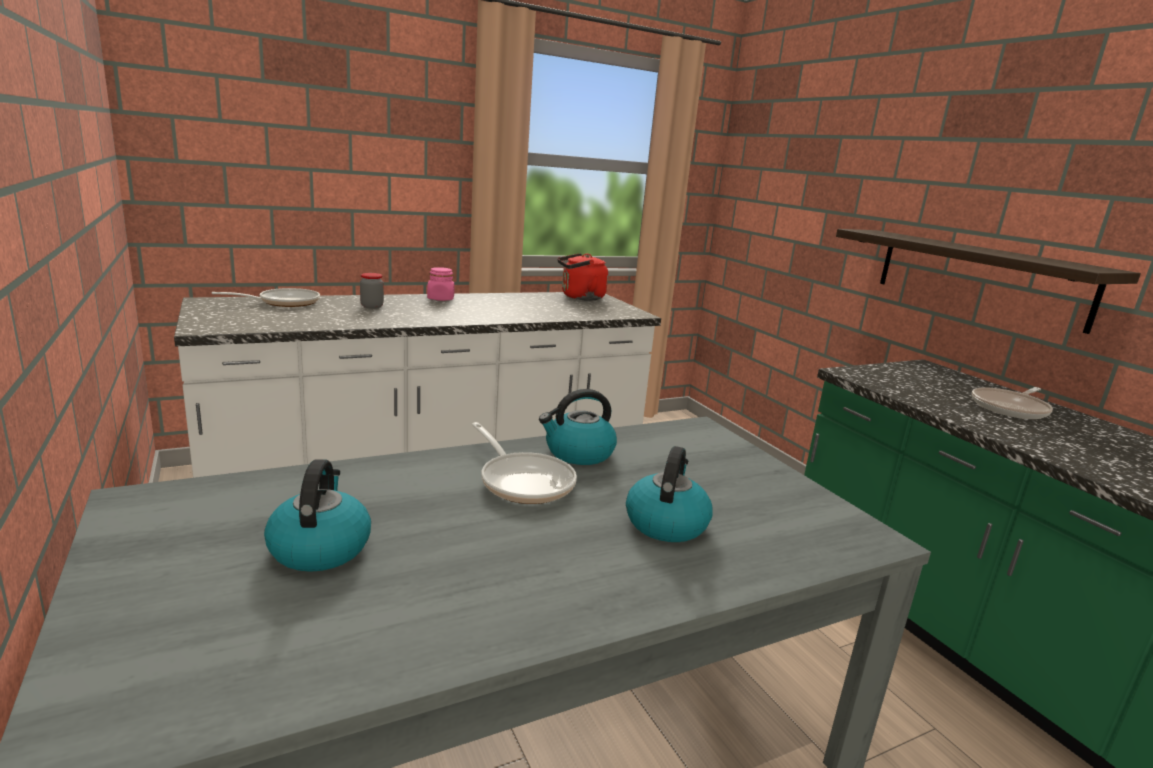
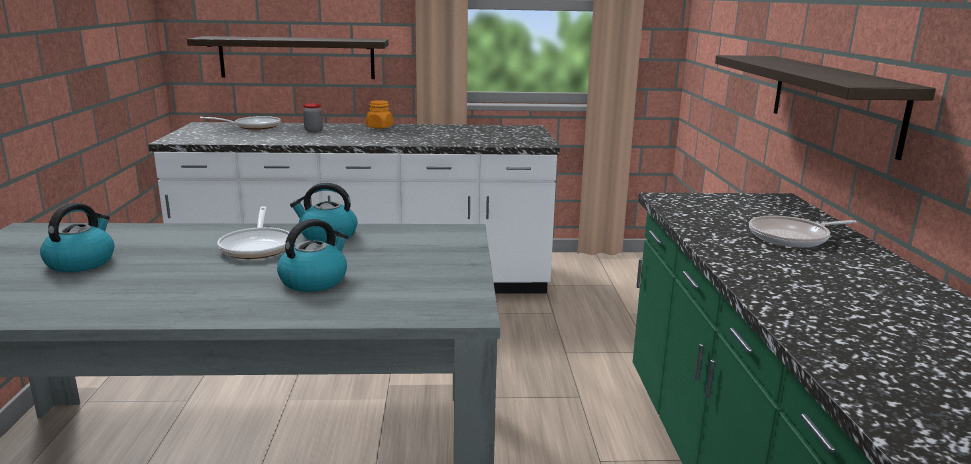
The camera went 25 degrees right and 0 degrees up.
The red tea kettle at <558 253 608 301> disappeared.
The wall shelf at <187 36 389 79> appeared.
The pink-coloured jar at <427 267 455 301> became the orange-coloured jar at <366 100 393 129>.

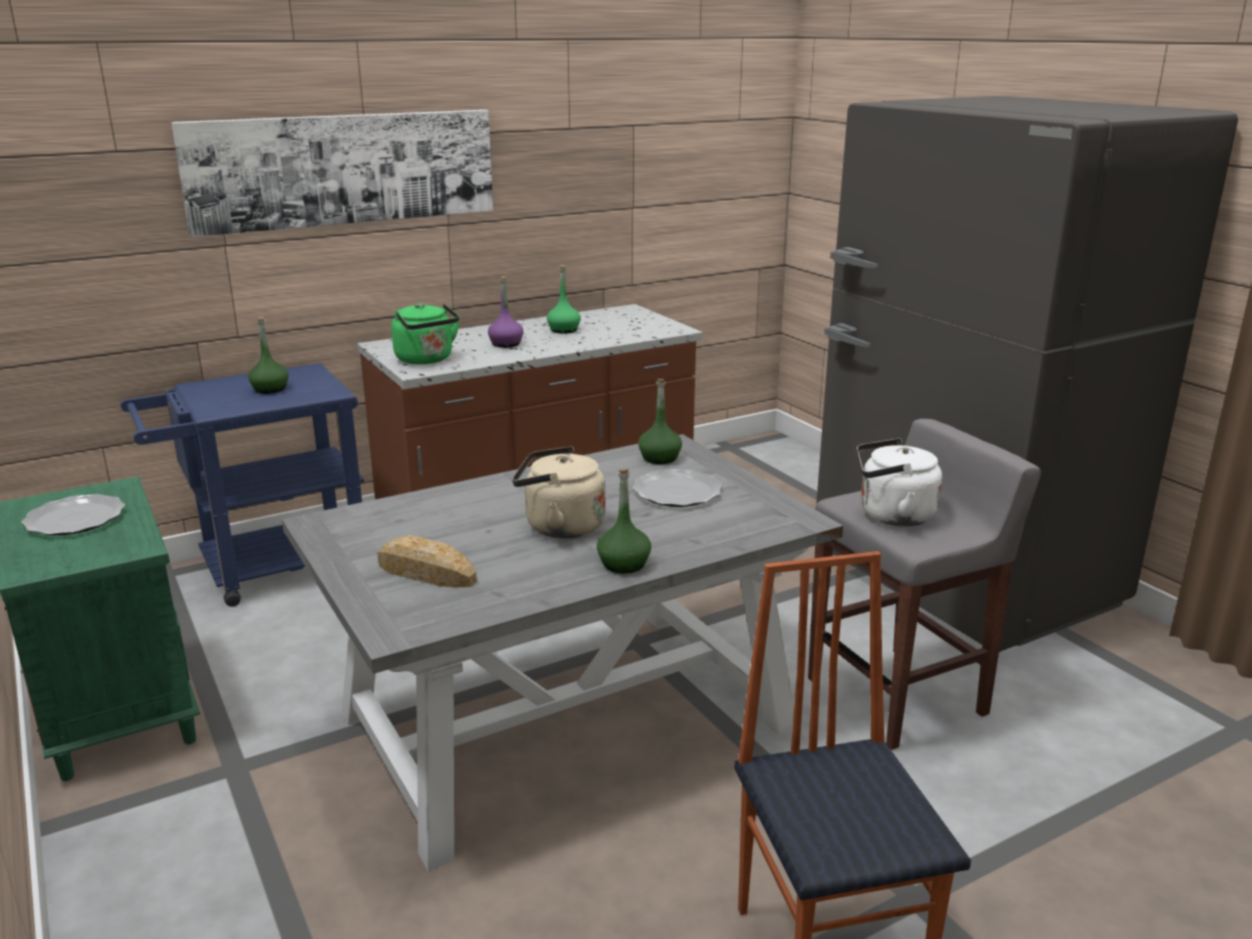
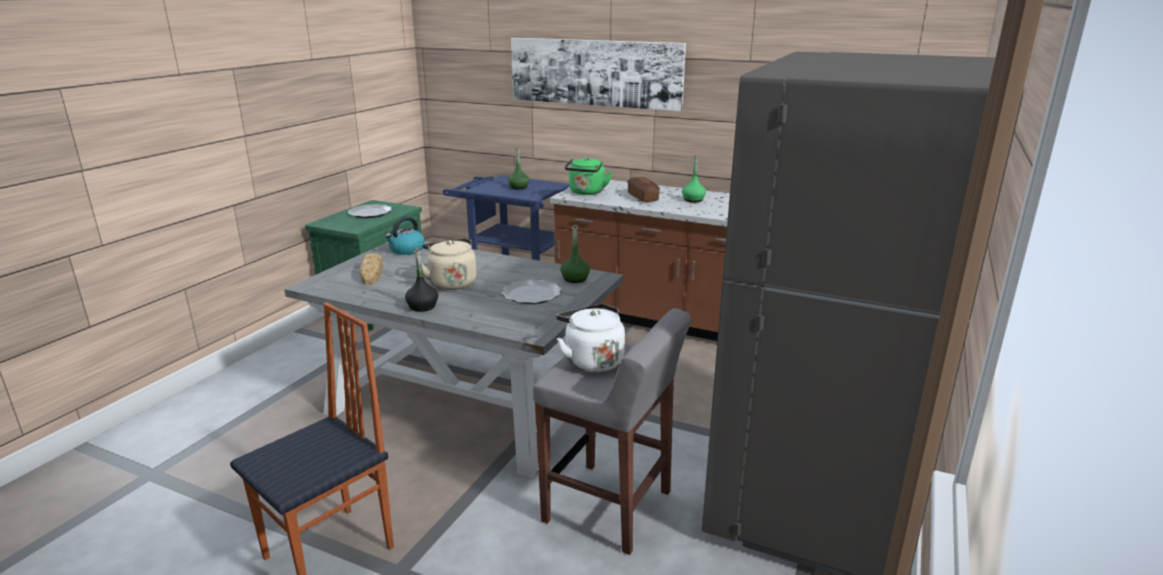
The camera went 55 degrees right and 0 degrees up.
The tea kettle at <385 217 425 255> appeared.
The purple-coloured beverage bottle at <488 276 524 348> was replaced by the baked bread at <627 177 660 202>.
The green-coloured beverage bottle at <597 468 651 574> became the blackish beverage bottle at <405 249 438 312>.

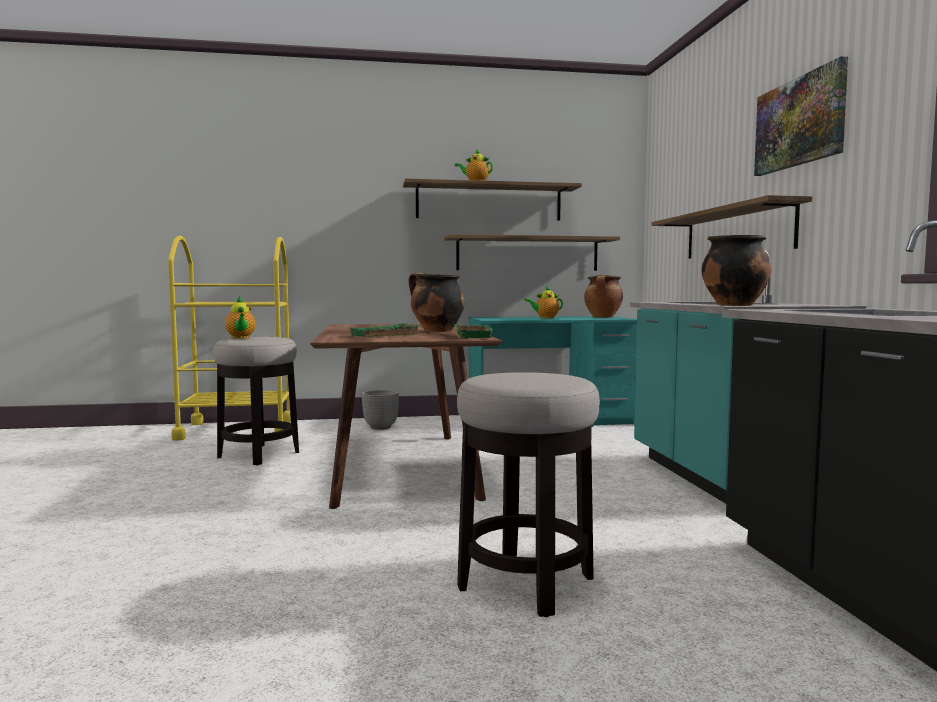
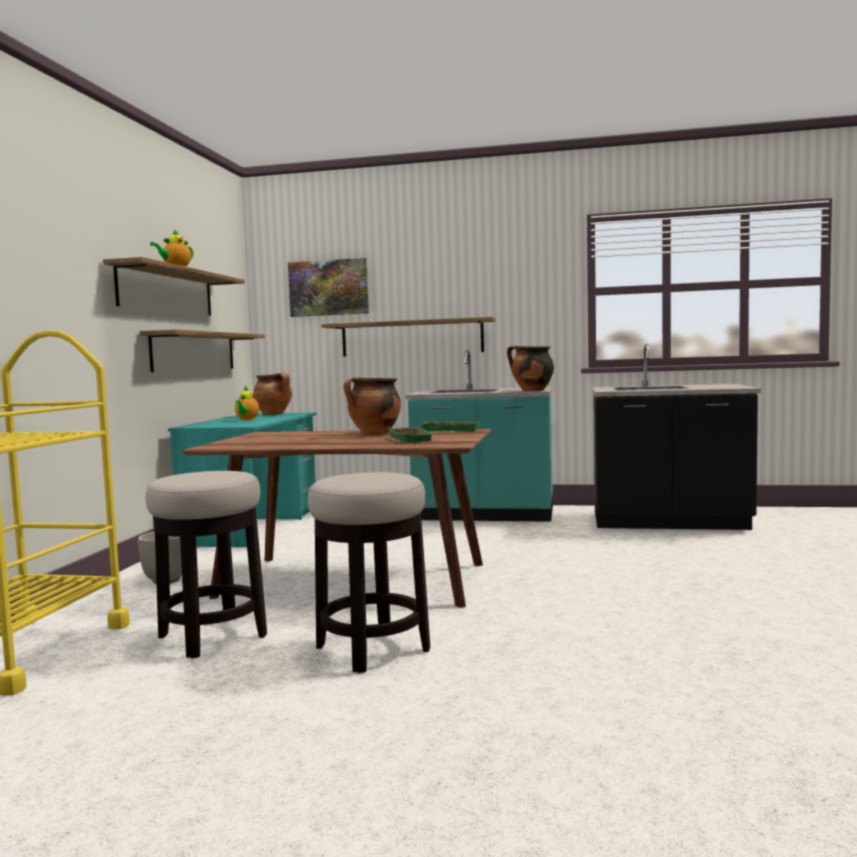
The camera went 70 degrees left and 0 degrees up.
The tea pot at <225 296 256 338> disappeared.
The stool seat moved from <457 372 600 617> to <308 472 430 673>.
The picture moved from <754 56 849 176> to <288 258 369 317>.

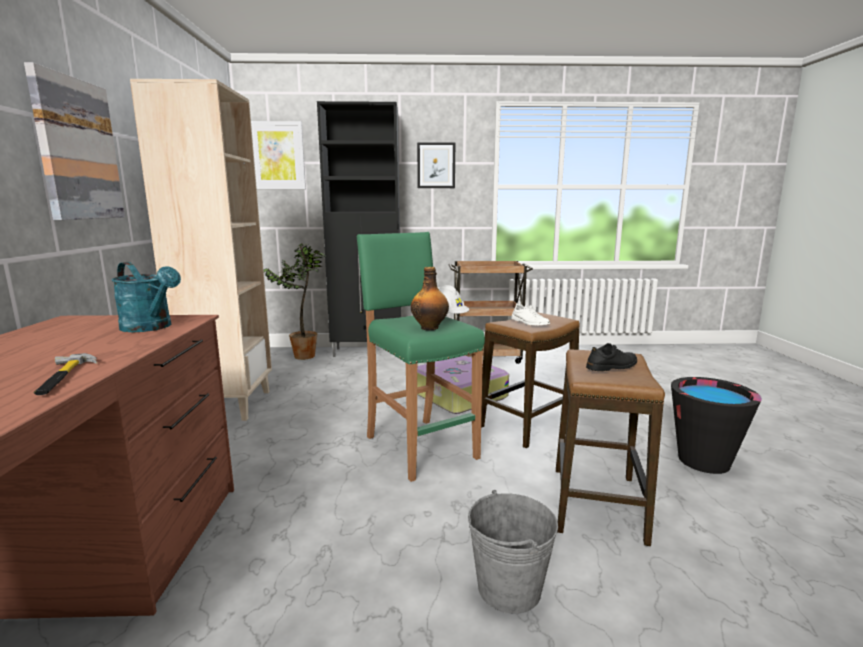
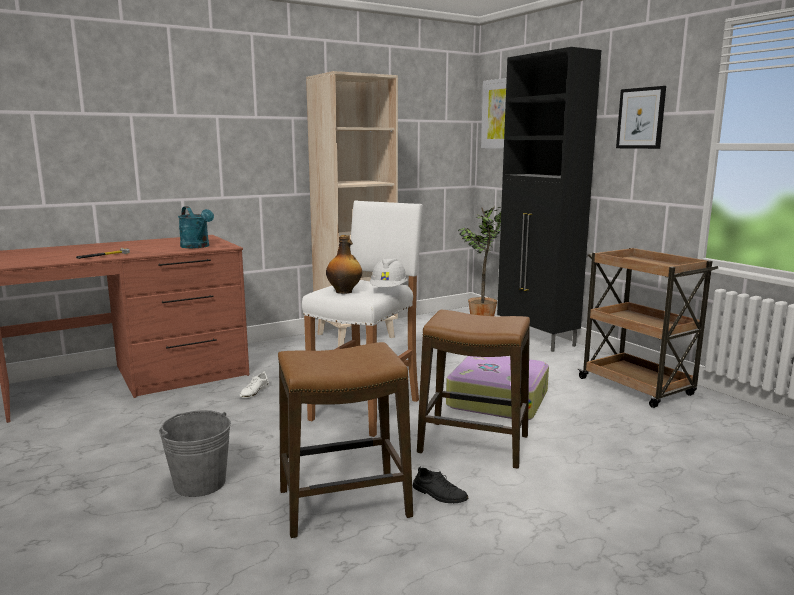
The camera went 60 degrees right and 0 degrees up.
The picture at <24 62 125 220> disappeared.
The blackish pail at <671 377 762 474> disappeared.
The white-coloured item of footwear moved from <511 303 550 325> to <240 371 269 398>.
The blackish item of footwear moved from <586 343 637 371> to <413 466 468 503>.
The green-coloured stool seat at <357 232 485 482> became the white-coloured stool seat at <302 200 423 437>.
The turquoise sprinkling can at <112 262 181 332> turned 45 degrees counterclockwise.

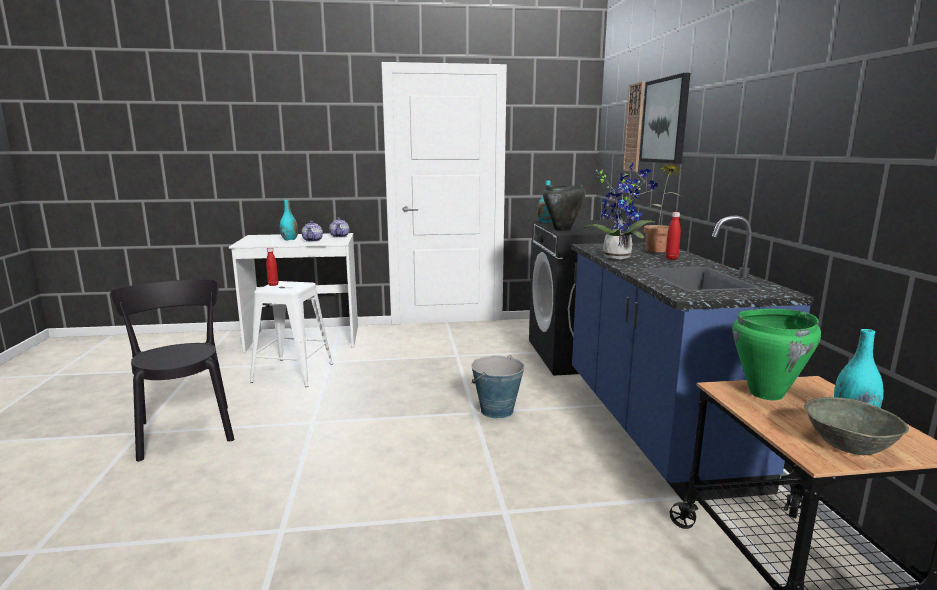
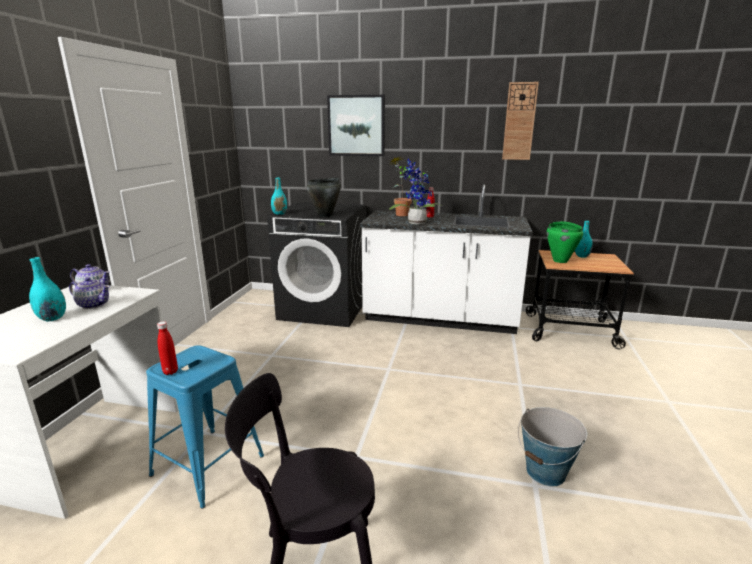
The camera went 70 degrees left and 5 degrees up.
The greyish serving bowl at <804 397 909 455> disappeared.
The pail moved from <471 355 525 419> to <518 407 587 486>.
The hanging clock moved from <623 82 645 172> to <502 82 539 160>.
The white-coloured stool seat at <250 281 333 387> became the blue-coloured stool seat at <146 345 264 509>.
The blue-coloured counter at <571 215 814 502> became the white-coloured counter at <360 184 533 334>.

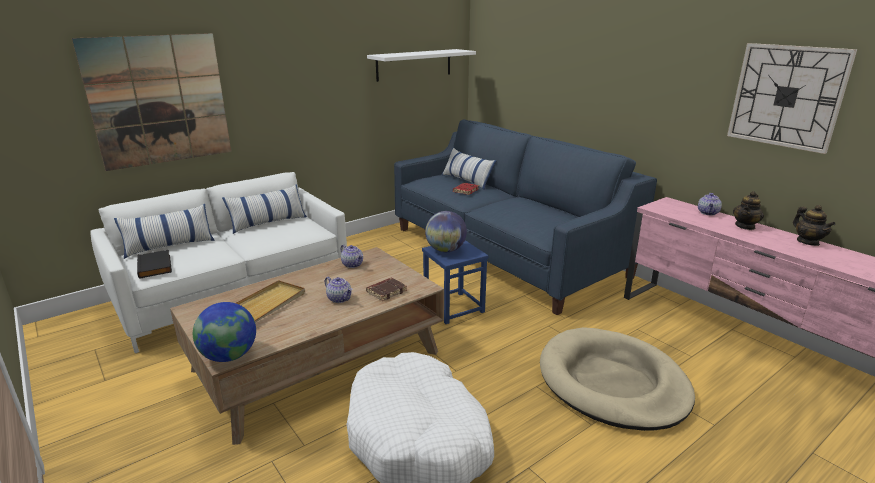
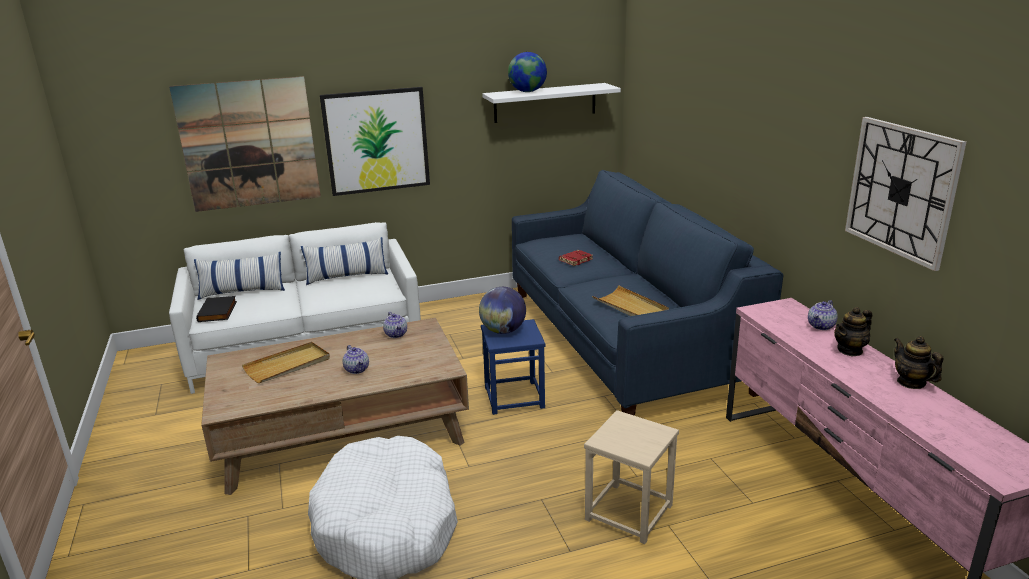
The camera went 20 degrees right and 0 degrees up.
The brownish bound book at <366 278 407 301> disappeared.
The cushion at <442 147 497 190> disappeared.
The picture at <320 87 430 196> appeared.
The beige-coloured serving tray at <592 285 669 316> appeared.
The globe moved from <193 302 256 362> to <508 52 547 92>.
The beige-coloured dog bed at <540 327 695 431> was replaced by the beige-coloured stool seat at <584 410 679 544>.
The tea pot at <793 205 836 246> turned 150 degrees clockwise.

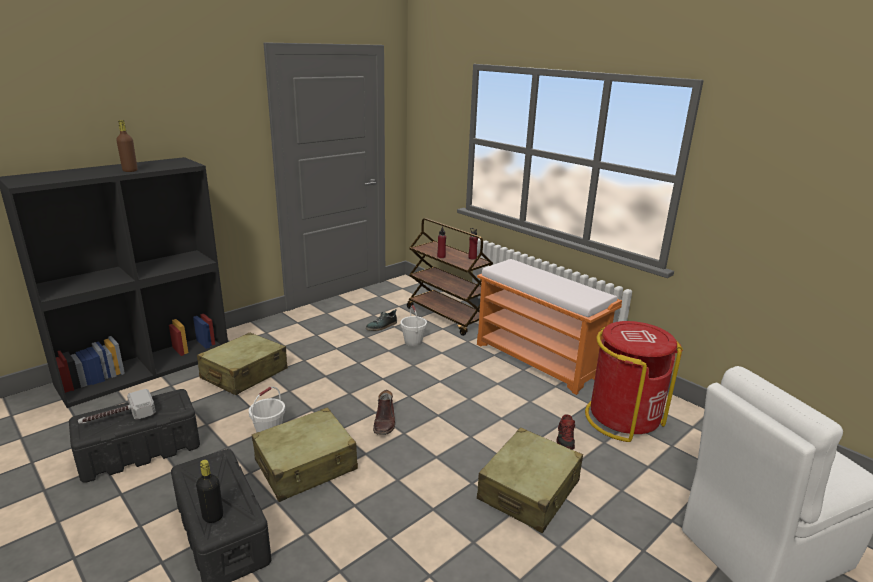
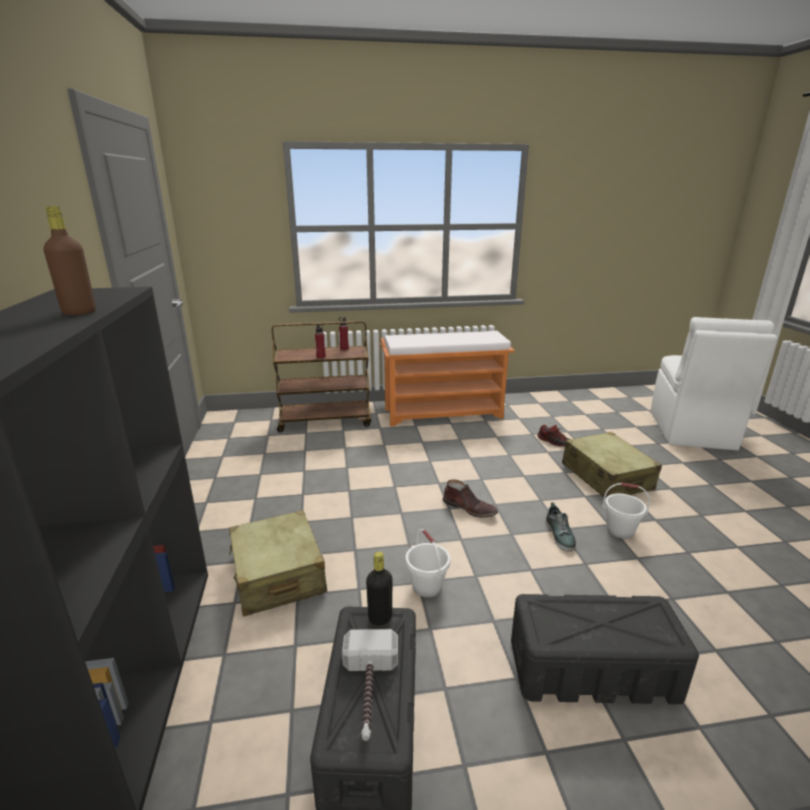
The camera went 55 degrees left and 0 degrees up.
The beige-coloured travel case at <252 407 358 502> disappeared.
The red waste bin at <585 321 683 442> disappeared.
The blackish beverage bottle moved from <196 460 223 523> to <366 552 392 626>.
The item of footwear moved from <366 309 397 331> to <546 502 576 552>.
The white-coloured pail moved from <400 305 427 346> to <603 483 650 539>.

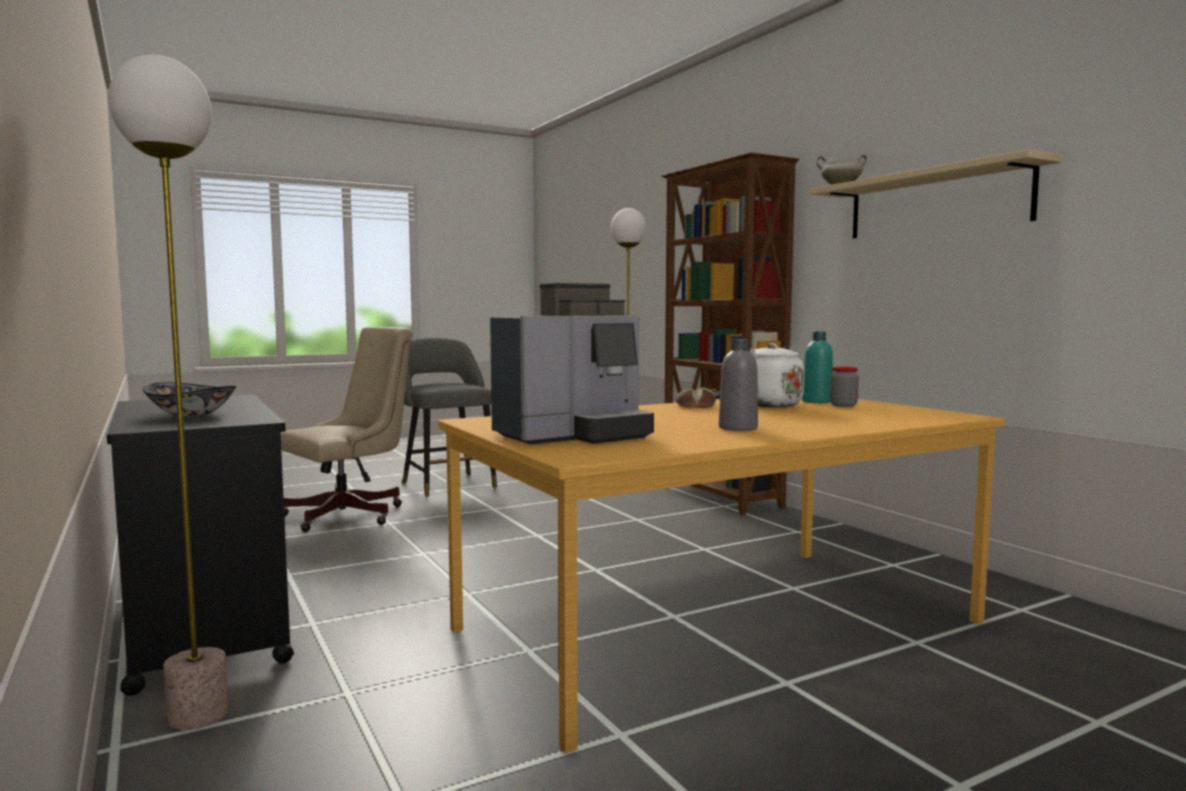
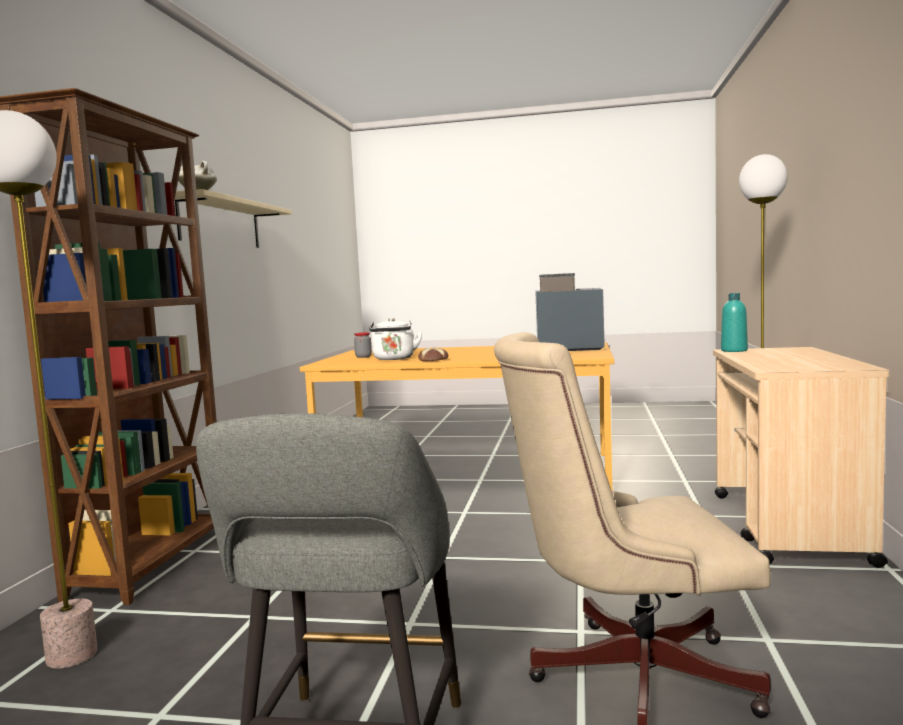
The camera went 140 degrees left and 0 degrees up.
The serving bowl at <143 382 236 416> disappeared.
The greyish beverage bottle at <719 338 758 431> disappeared.
The turquoise beverage bottle moved from <802 331 833 403> to <721 293 748 352>.
The blackish cart at <107 395 294 696> became the beige-coloured cart at <713 347 889 568>.

